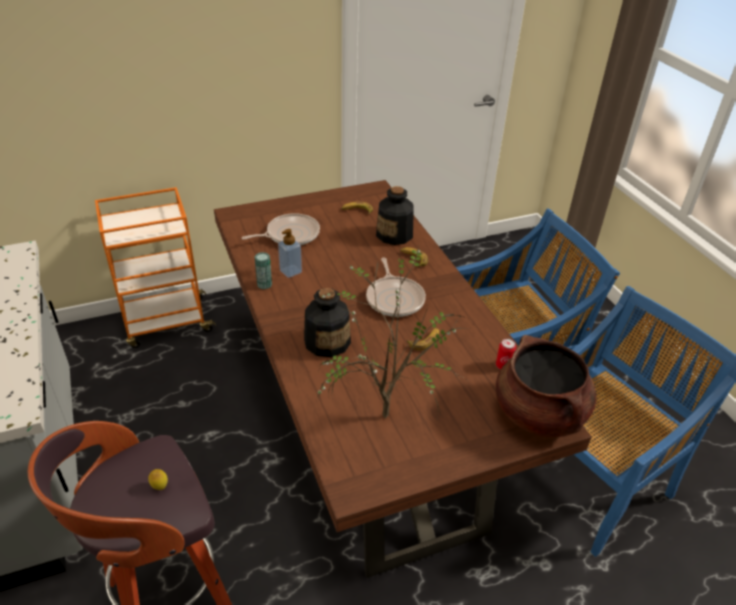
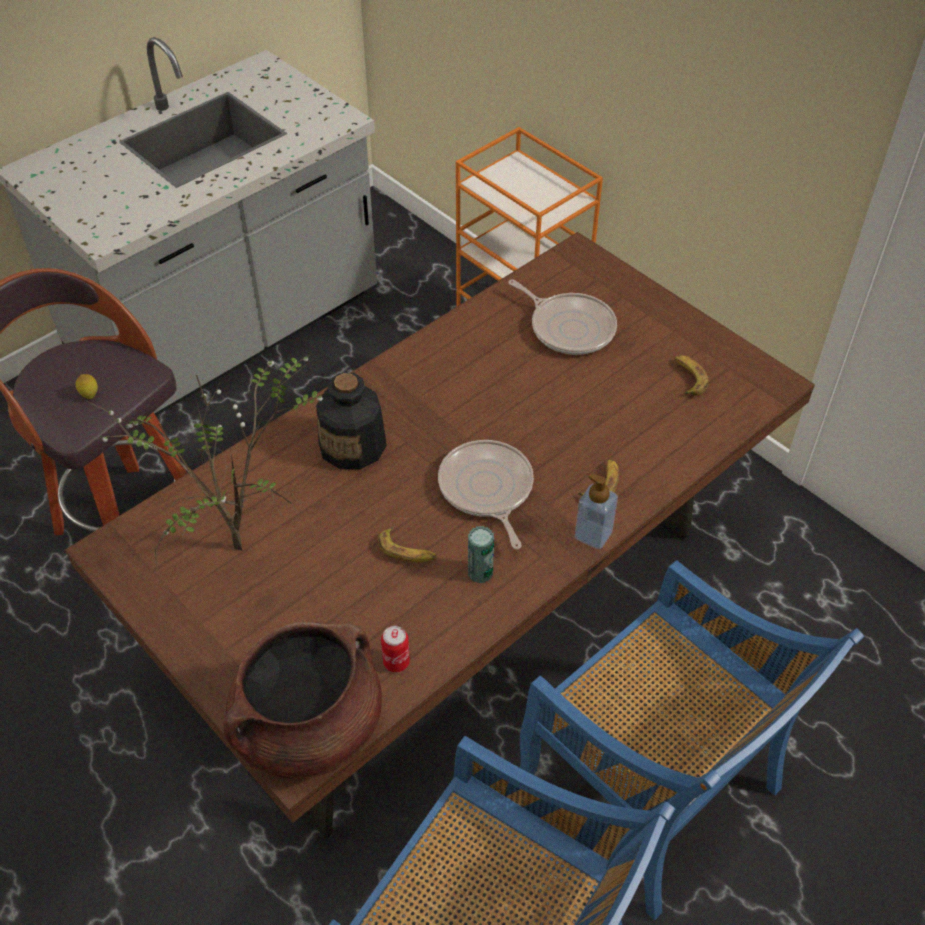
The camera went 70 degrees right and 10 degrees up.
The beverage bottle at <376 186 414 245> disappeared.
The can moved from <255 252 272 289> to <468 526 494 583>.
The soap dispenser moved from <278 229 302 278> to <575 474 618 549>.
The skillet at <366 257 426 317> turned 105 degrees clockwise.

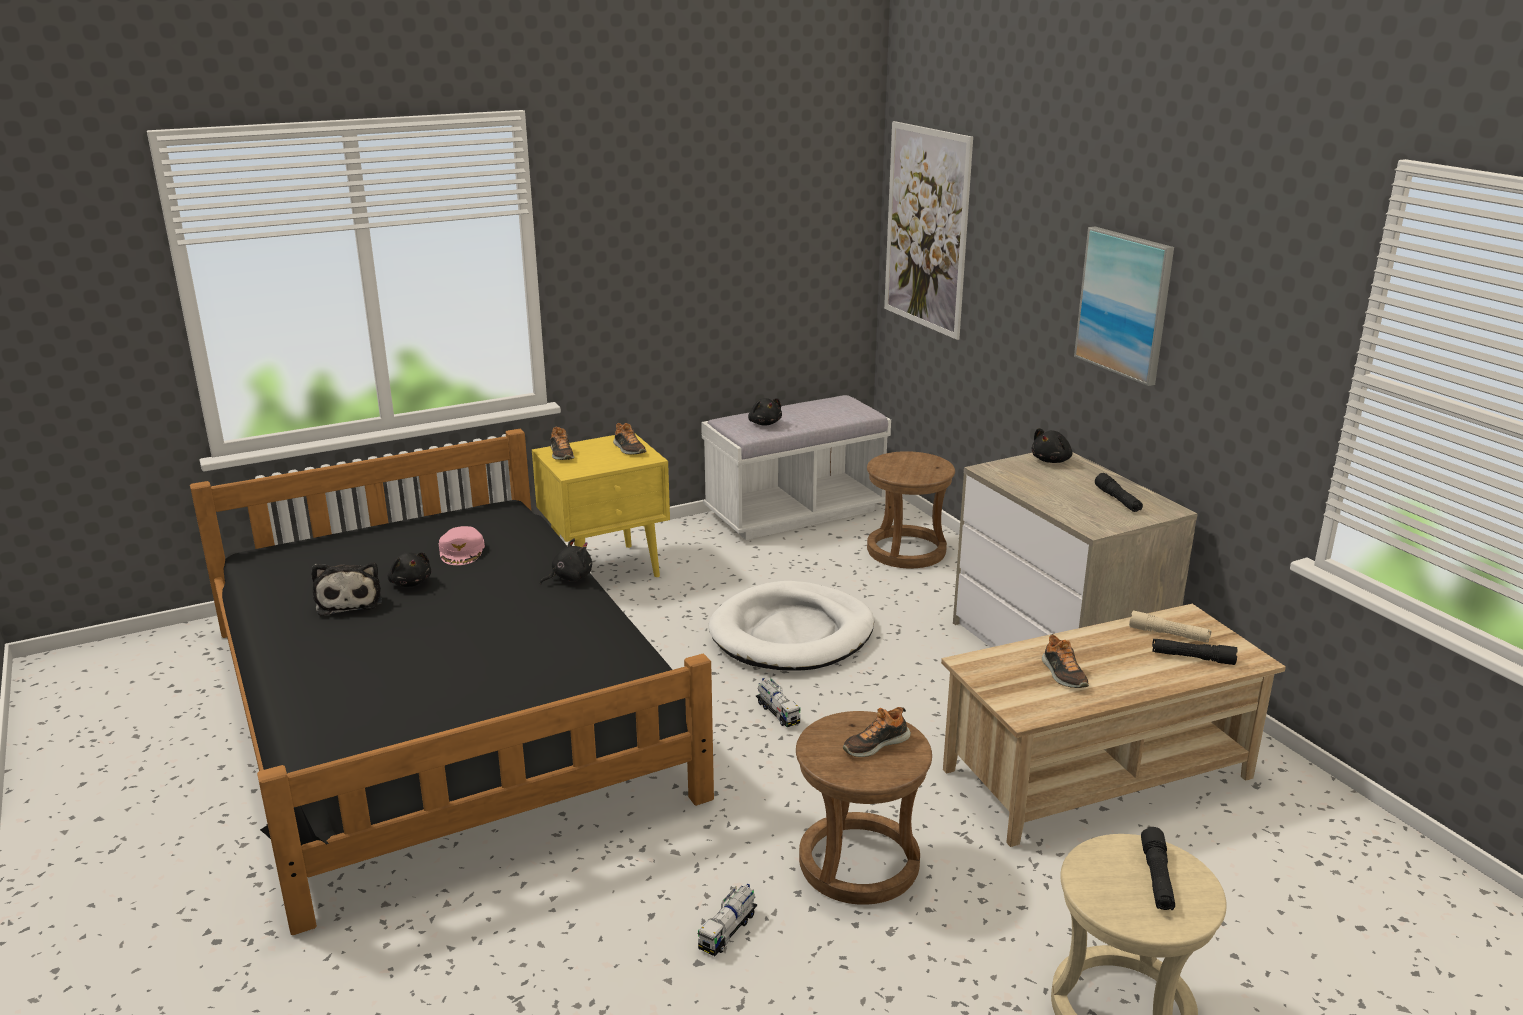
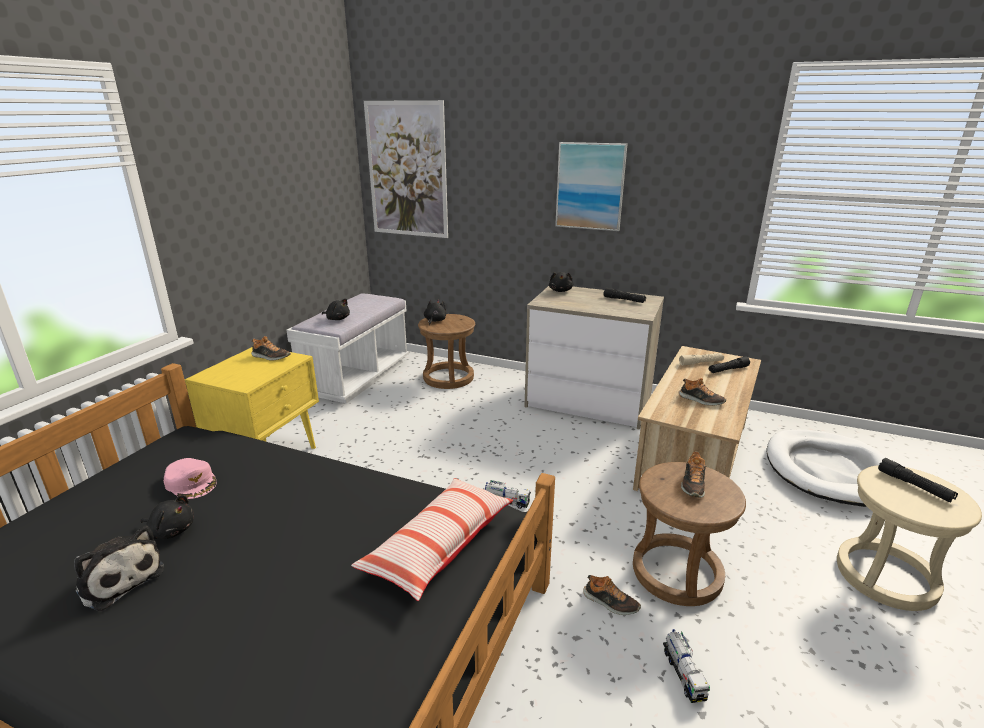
The camera went 40 degrees left and 0 degrees up.
The cushion at <351 478 513 601> appeared.
The blackish soft toy moved from <540 538 592 585> to <424 300 446 325>.
The item of footwear moved from <550 426 574 460> to <583 575 641 615>.
The white-coloured dog bed moved from <709 581 874 671> to <767 429 887 507>.

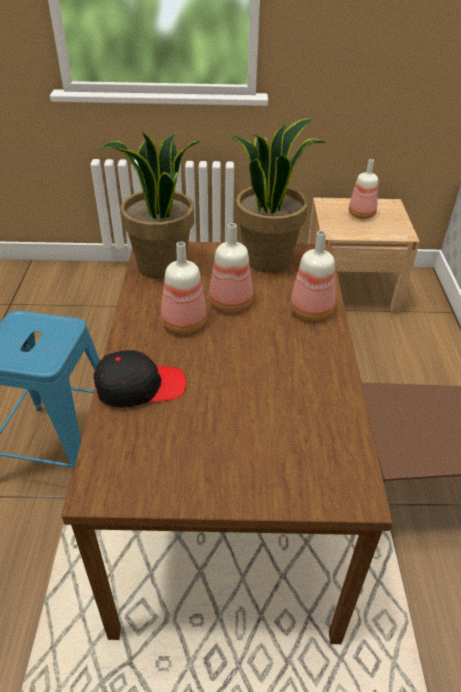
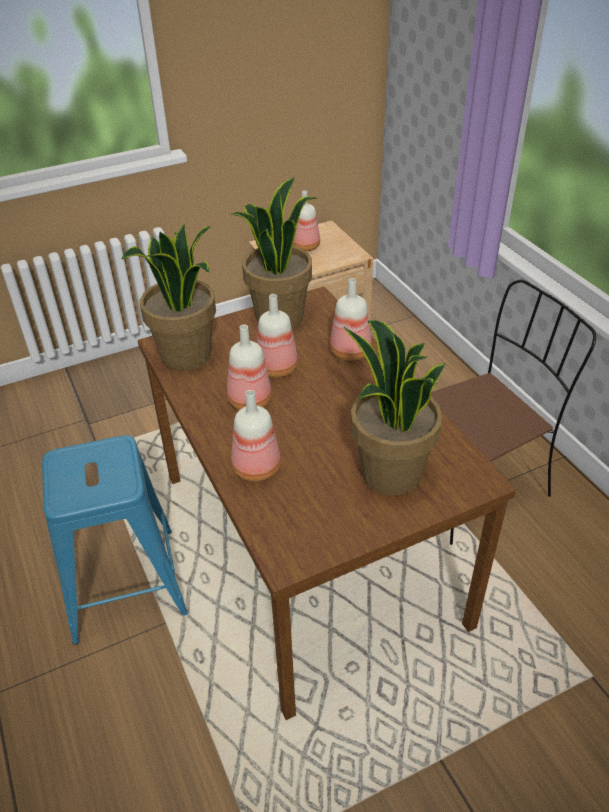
The camera went 25 degrees left and 0 degrees up.
The houseplant at <344 320 446 496> appeared.
The blackish baseball cap at <93 350 186 408> was replaced by the beverage bottle at <231 390 281 482>.

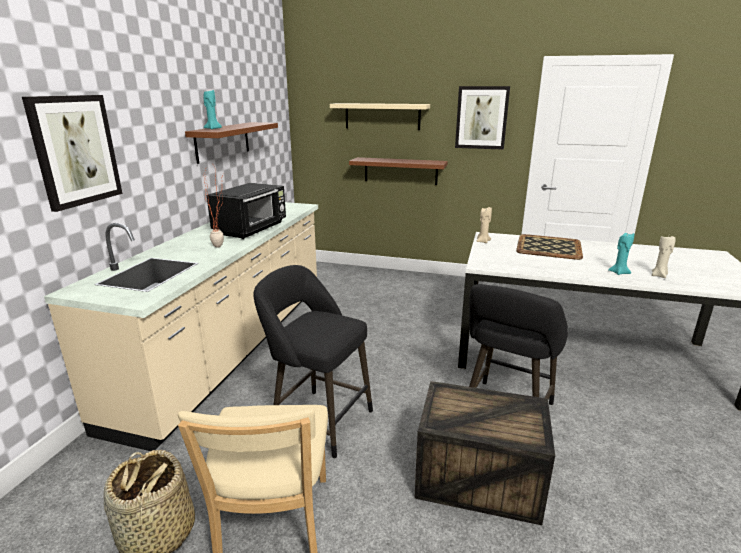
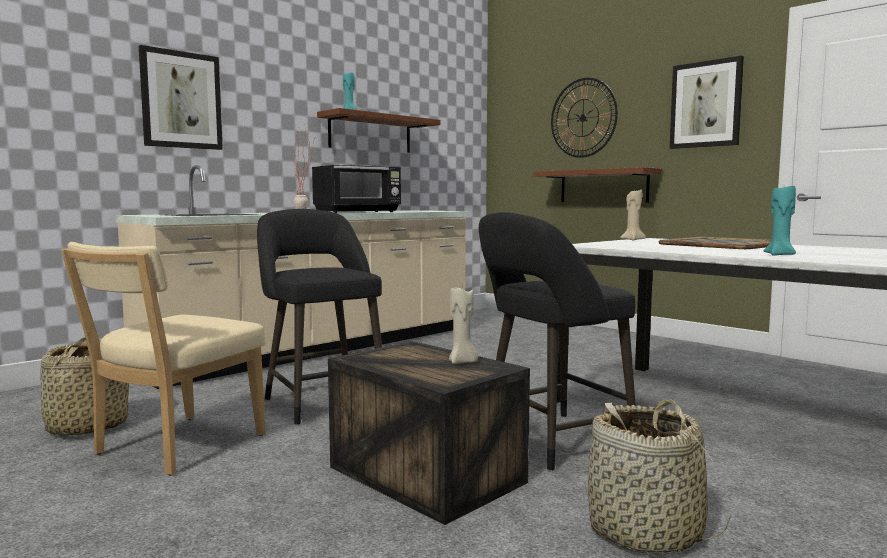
The camera went 30 degrees right and 15 degrees down.
The basket at <584 399 731 554> appeared.
The beige-coloured wax candle moved from <652 236 676 278> to <449 288 478 364>.
The beige-coloured wall shelf at <330 103 430 130> was replaced by the hanging clock at <551 78 618 158>.

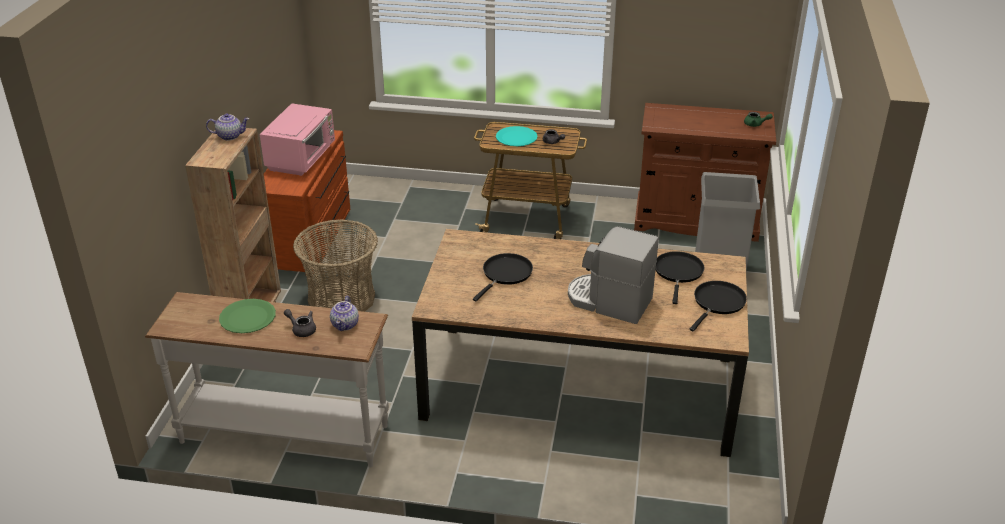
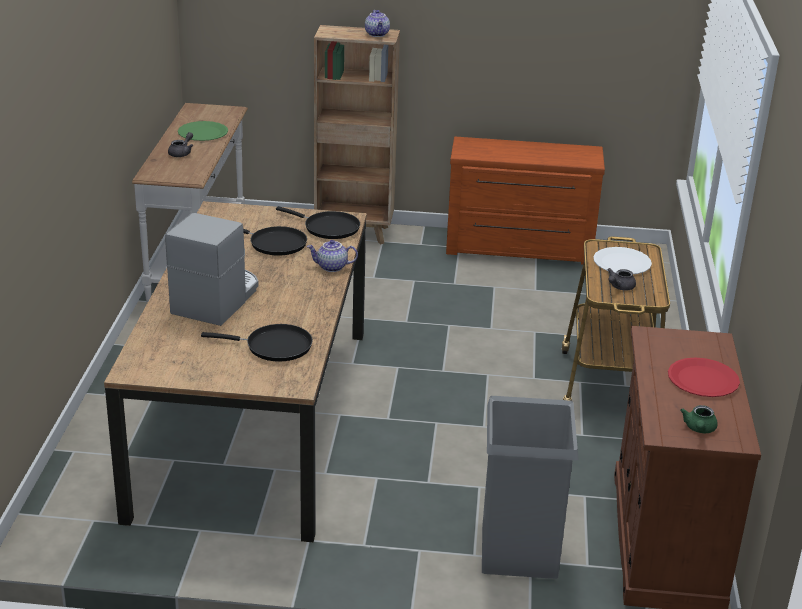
The camera went 85 degrees right and 5 degrees down.
The pink-coloured kitchen microwave at <260 103 335 176> disappeared.
The basket at <293 220 378 312> disappeared.
The red flat dish at <668 357 740 397> appeared.
The tea pot moved from <330 296 359 331> to <307 240 358 272>.
The blackish skillet moved from <690 281 747 332> to <276 206 360 239>.
The turquoise flat dish at <496 126 537 146> became the white-coloured flat dish at <593 247 652 274>.

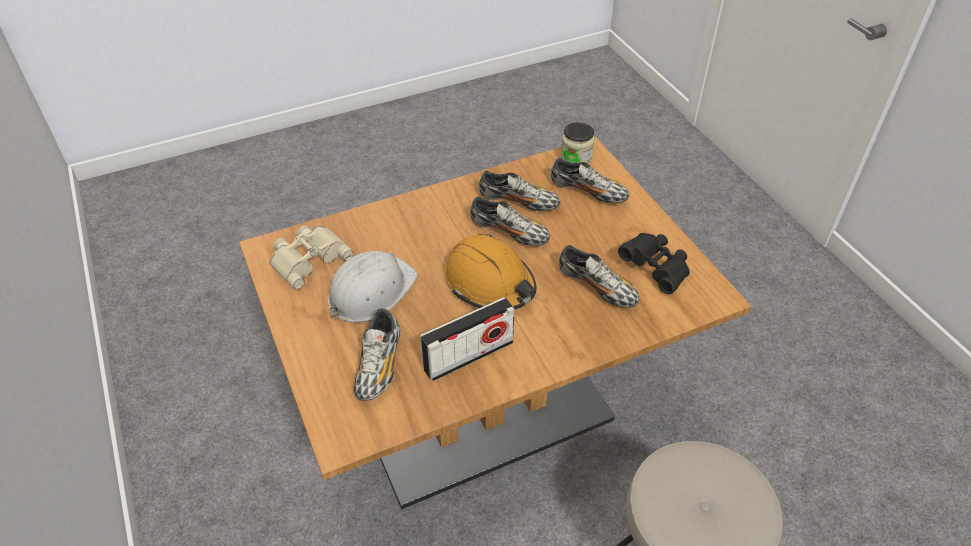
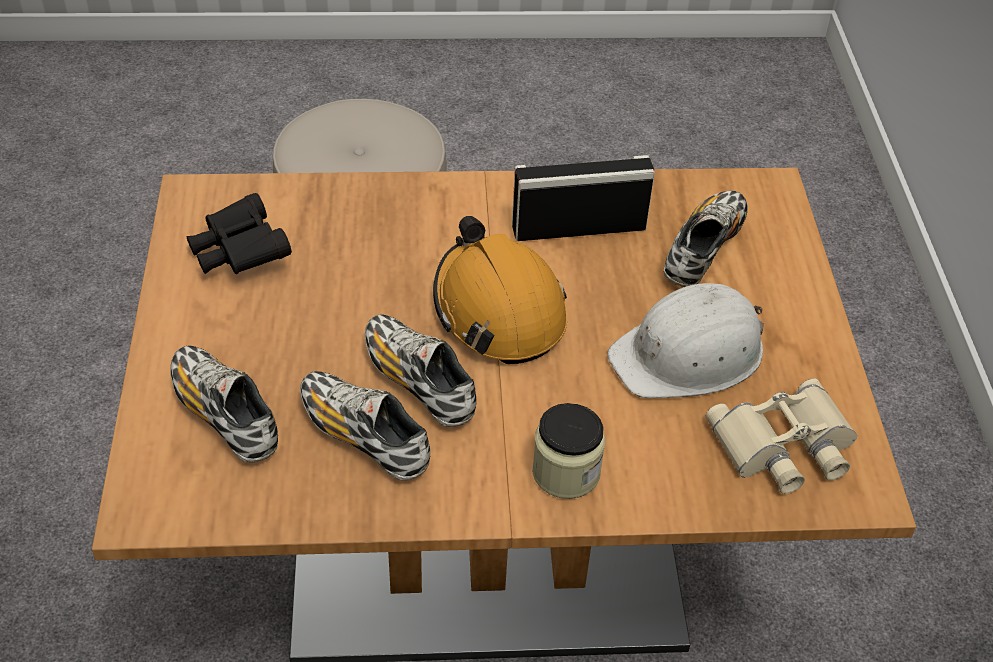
The camera went 160 degrees left and 0 degrees up.
The item of footwear at <559 245 640 308> disappeared.
The jar moved from <560 122 595 164> to <532 403 605 499>.

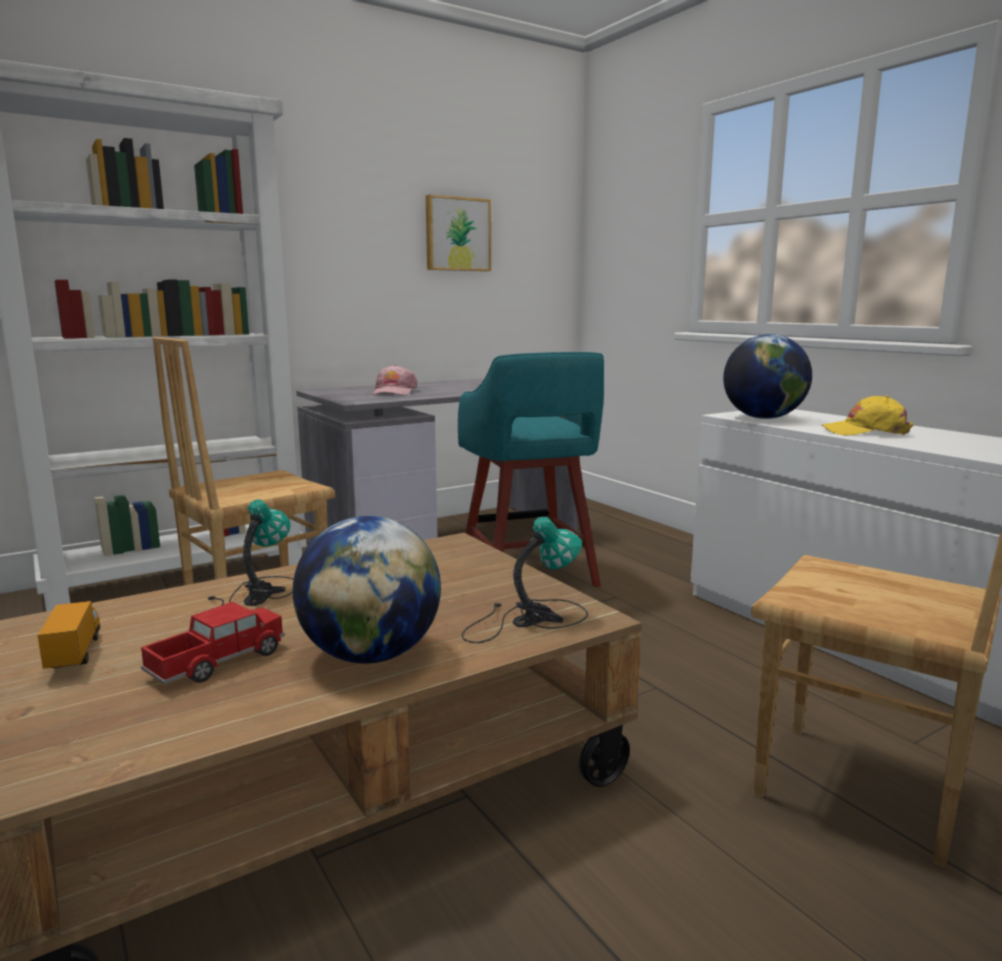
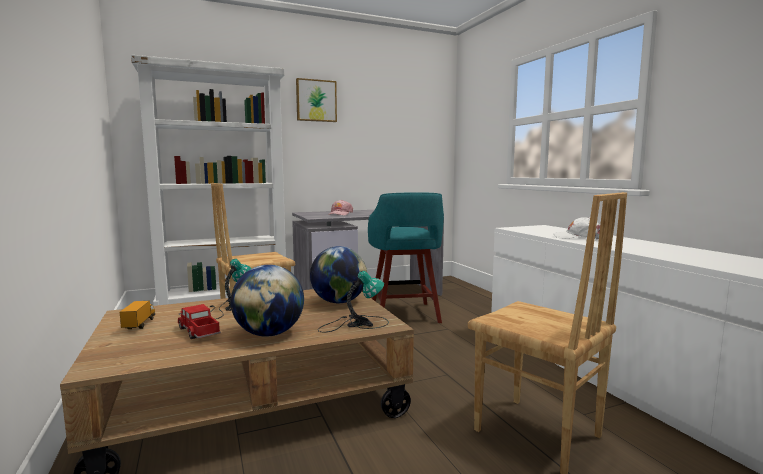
The camera went 10 degrees right and 5 degrees down.
The picture moved from <426 194 491 271> to <296 78 337 122>.
The globe moved from <723 334 812 419> to <310 246 367 303>.
The yellow baseball cap at <822 395 913 435> became the white-coloured baseball cap at <553 217 600 239>.
The toy lorry at <141 602 285 684> turned 90 degrees counterclockwise.

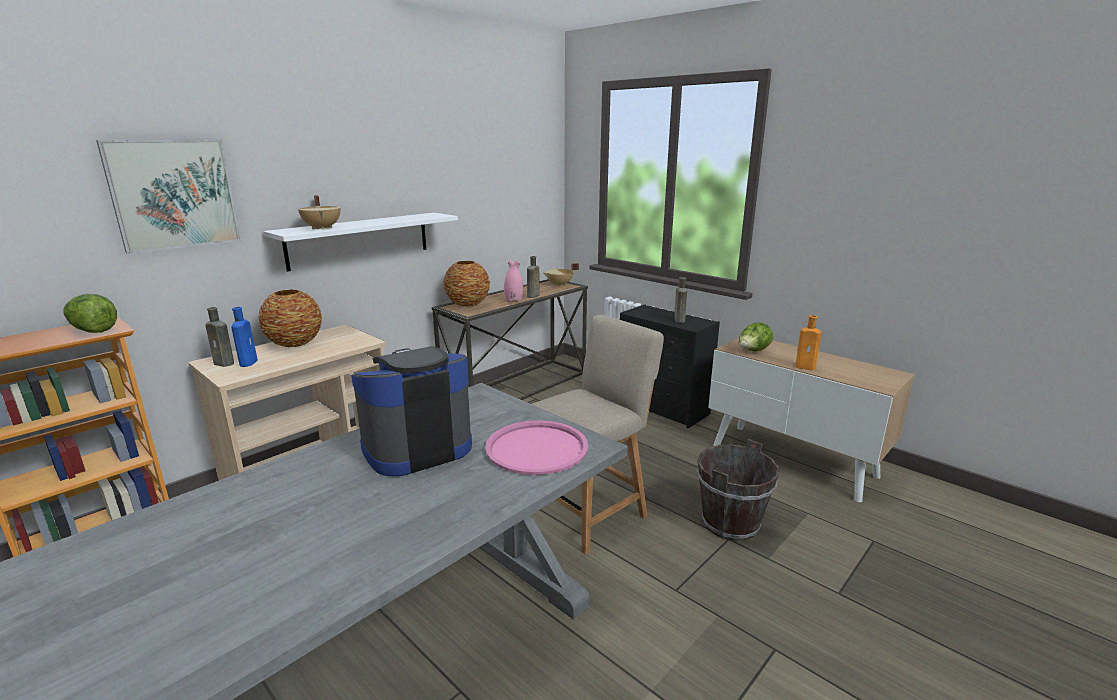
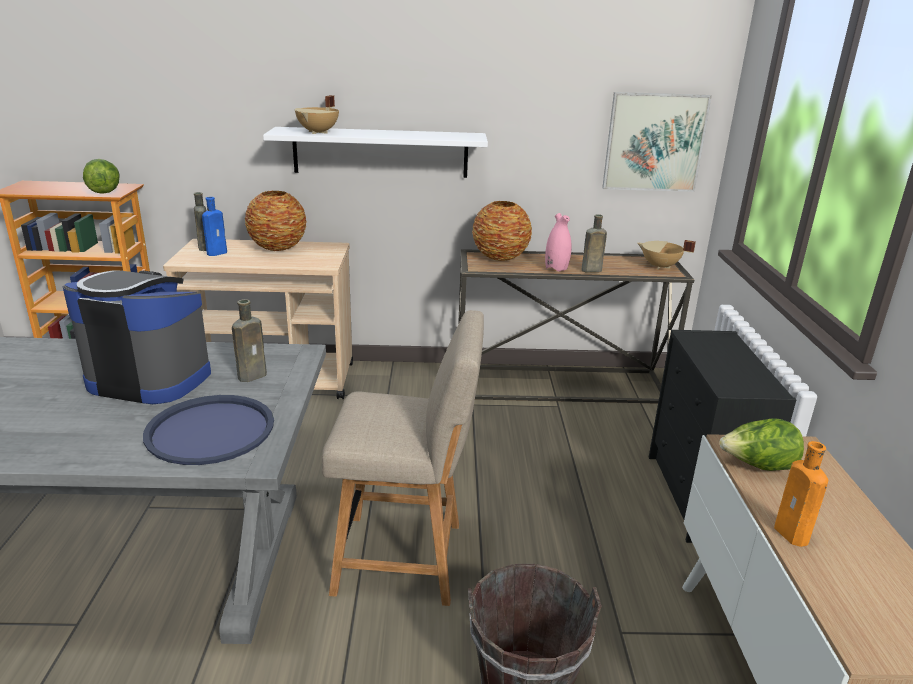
The camera went 45 degrees right and 5 degrees up.
The picture moved from <96 140 241 254> to <602 92 712 192>.
The brownish beverage bottle moved from <674 277 687 323> to <232 299 267 382>.
The pink-coloured serving tray at <485 420 588 475> became the blue-coloured serving tray at <143 395 274 465>.

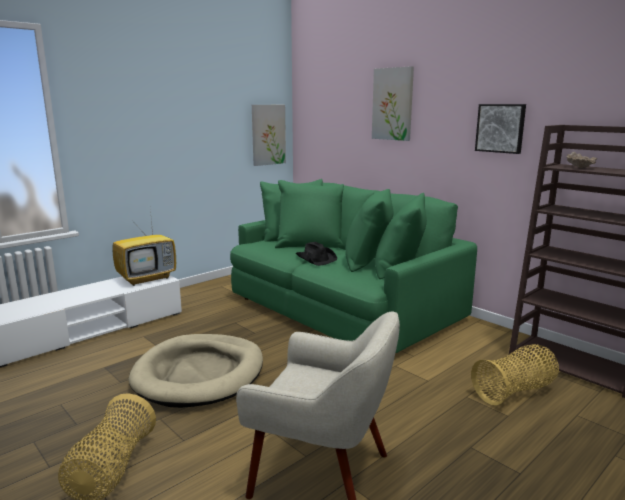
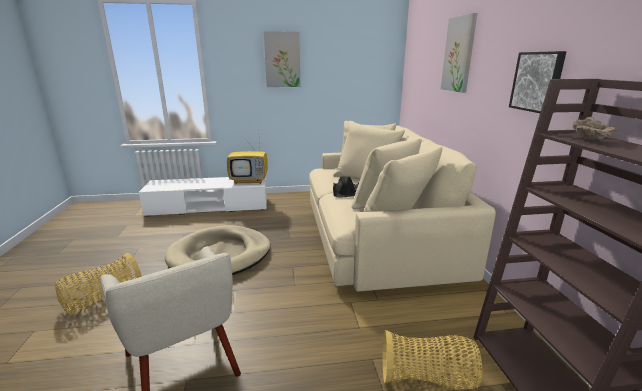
The camera went 35 degrees right and 5 degrees up.
The picture moved from <252 105 286 166> to <264 31 300 87>.
The green-coloured couch at <230 179 477 353> became the beige-coloured couch at <309 121 496 292>.

